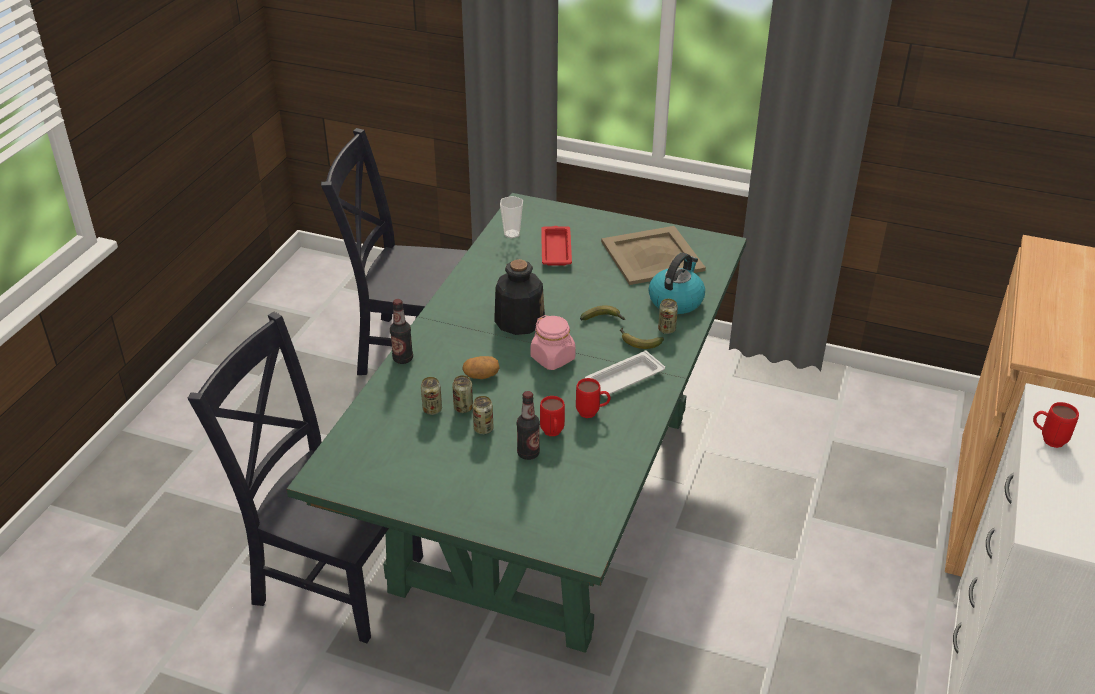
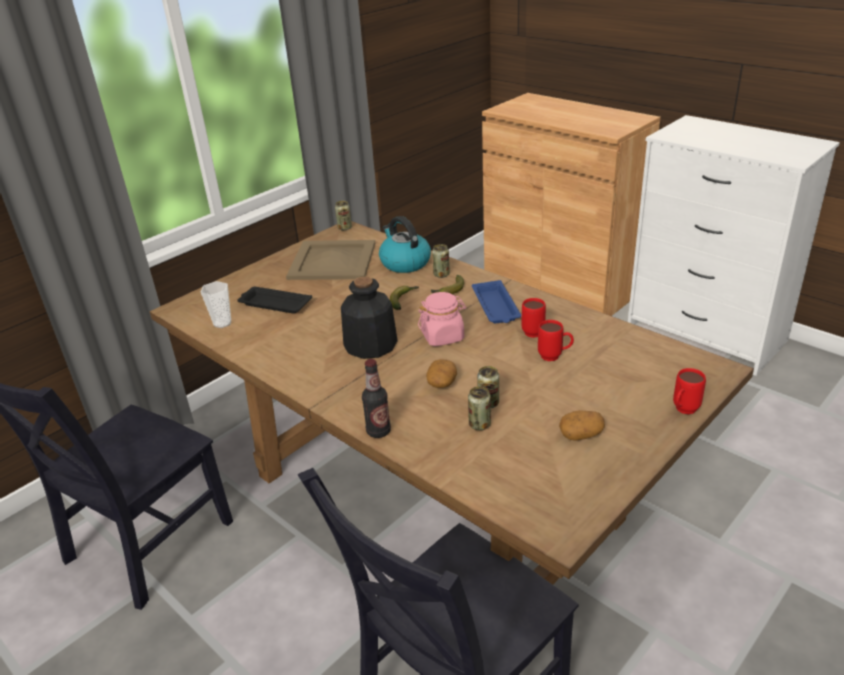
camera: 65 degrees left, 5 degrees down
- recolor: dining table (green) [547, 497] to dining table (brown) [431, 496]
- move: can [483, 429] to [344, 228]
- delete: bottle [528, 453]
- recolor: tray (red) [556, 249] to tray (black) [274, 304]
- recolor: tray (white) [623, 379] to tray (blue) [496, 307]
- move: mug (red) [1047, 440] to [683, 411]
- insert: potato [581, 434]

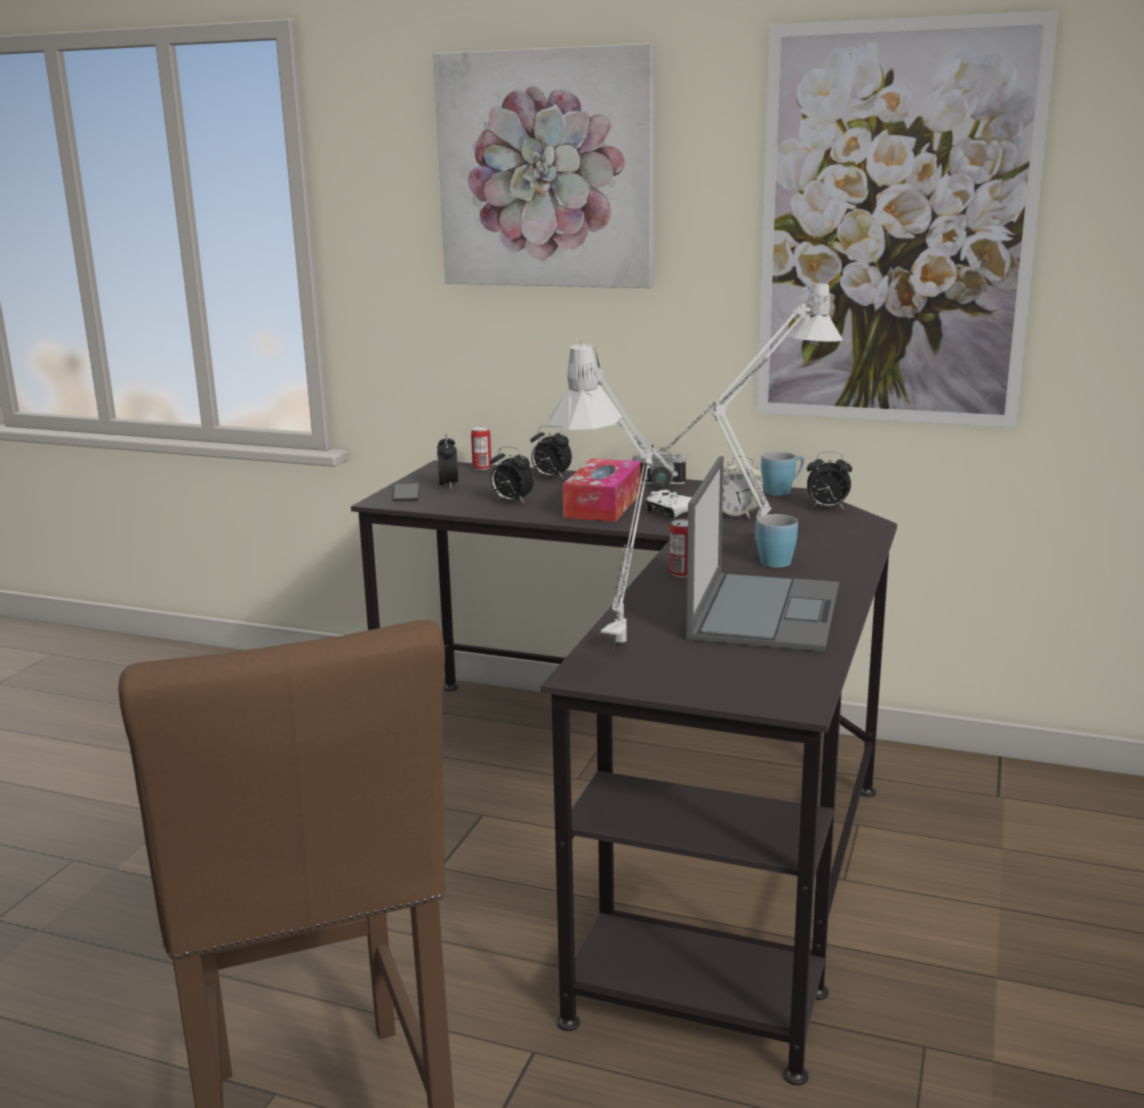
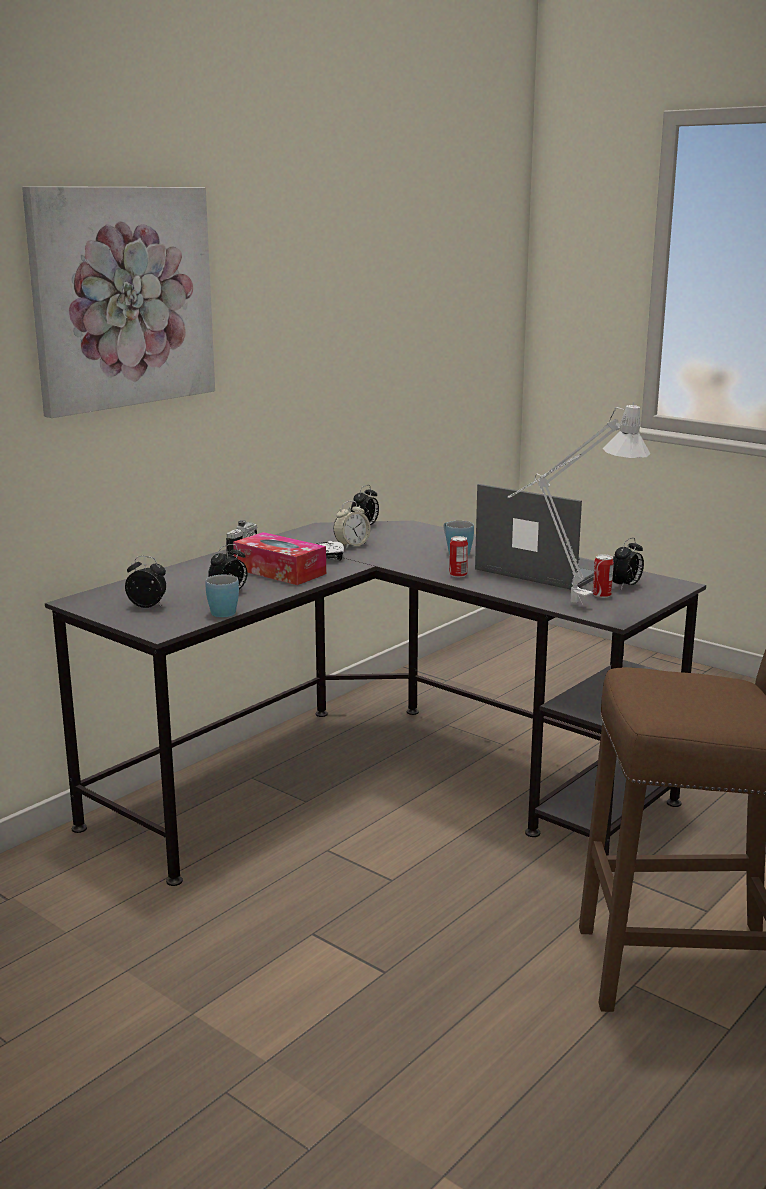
camera: 70 degrees left, 0 degrees up
- delete: phone [406, 493]
- move: can [482, 467] to [601, 595]
- move: alarm clock [550, 477] to [626, 586]
- delete: table lamp (grey) [749, 546]
- delete: picture [894, 229]
- move: mug (blue) [783, 491] to [223, 611]

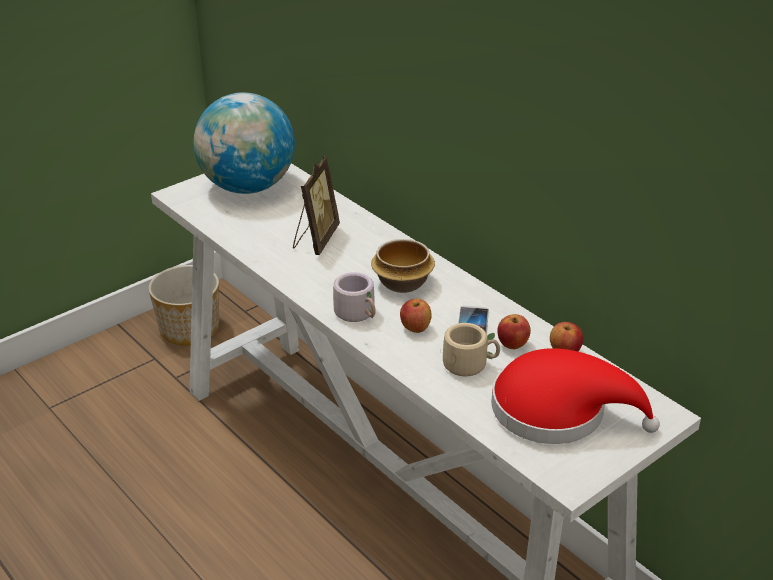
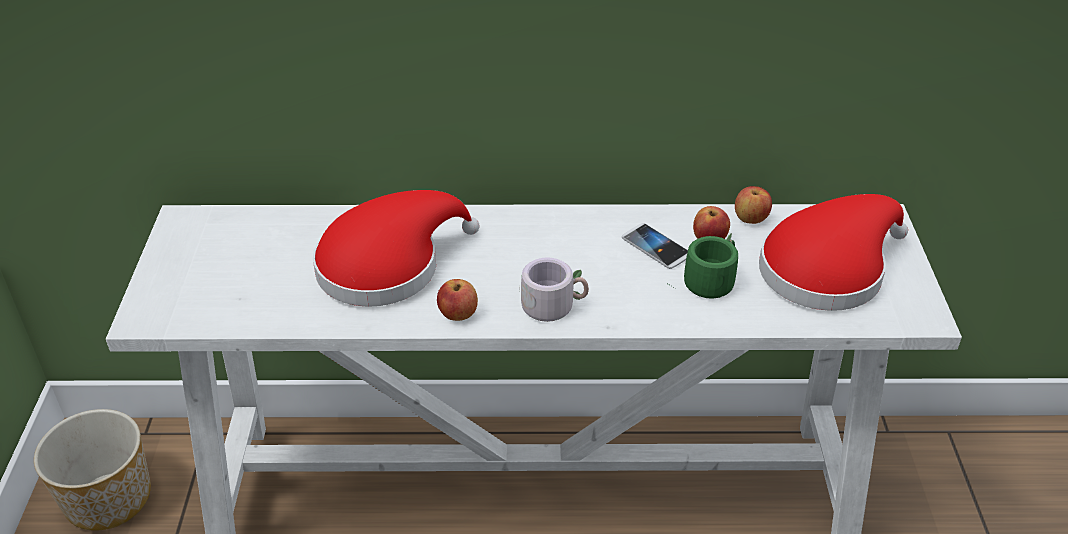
camera: 50 degrees left, 5 degrees up
- delete: globe [247, 187]
- replace: picture frame [315, 240] to hat (red) [387, 265]
- delete: bowl [401, 283]
- move: apple [415, 328] to [458, 315]
- recolor: mug (beige) [469, 363] to mug (green) [709, 280]

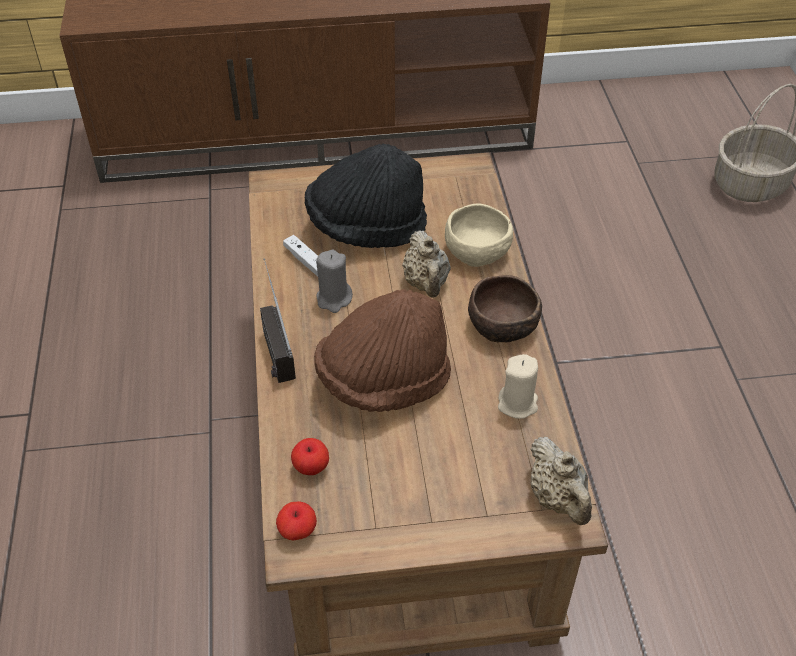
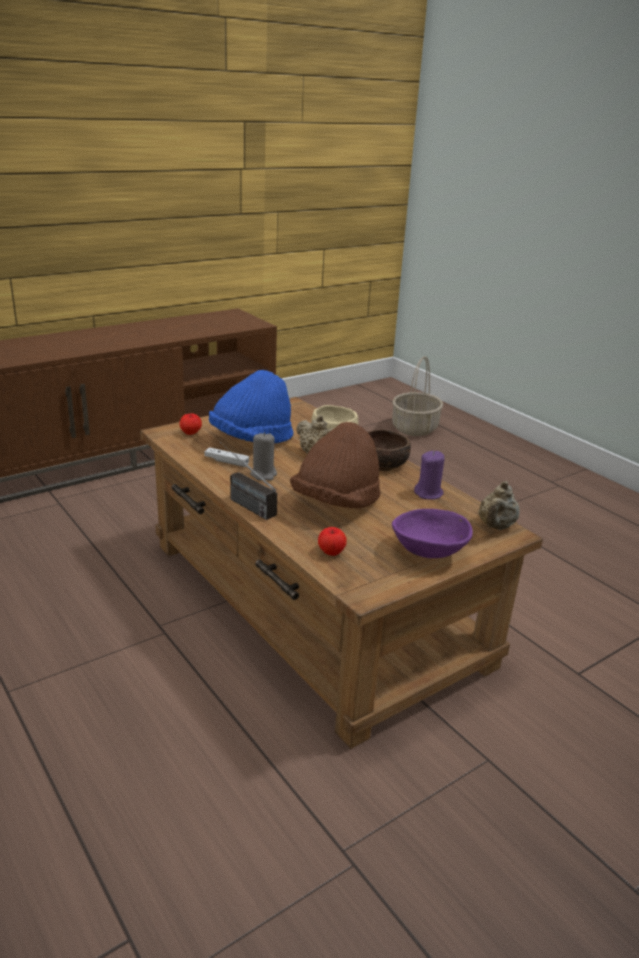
camera: 30 degrees left, 20 degrees down
- move: apple [297, 531] to [190, 433]
- recolor: hat (black) [366, 227] to hat (blue) [251, 439]
- recolor: candle (beige) [518, 404] to candle (purple) [428, 493]
- rotate: teapot (beige) [558, 499] = [496, 526] 75 degrees clockwise
- insert: bowl (purple) [428, 552]

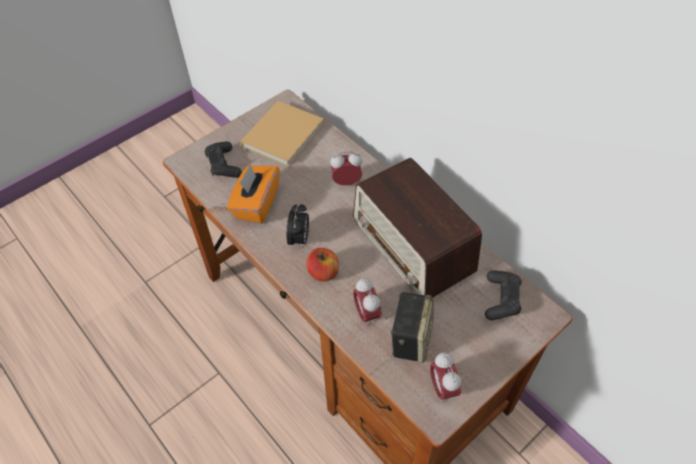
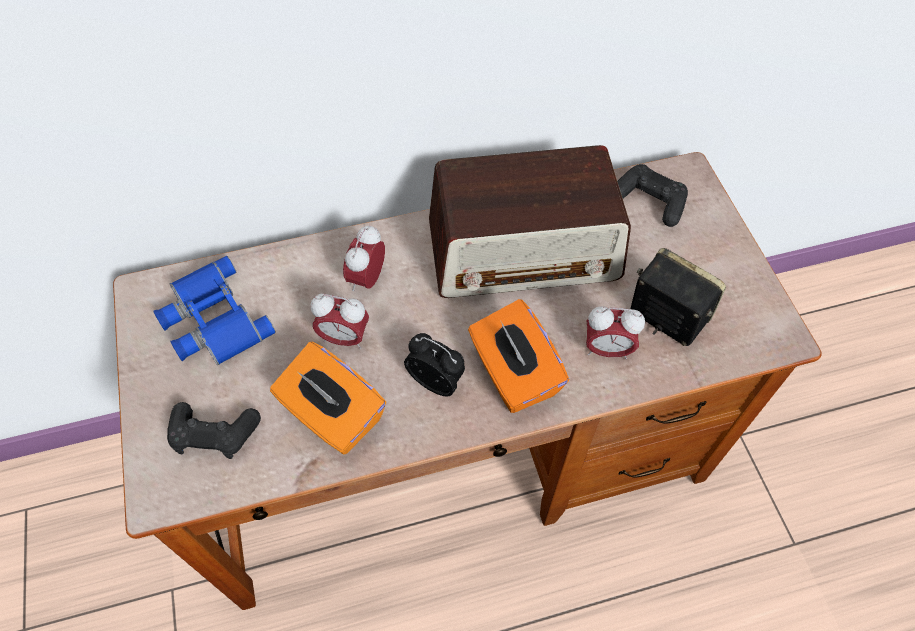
camera: 65 degrees left, 5 degrees up
- replace: book (beige) [284, 134] to binoculars (blue) [212, 320]
- replace: apple [323, 272] to tissue box (orange) [513, 374]
- move: alarm clock [442, 388] to [344, 338]

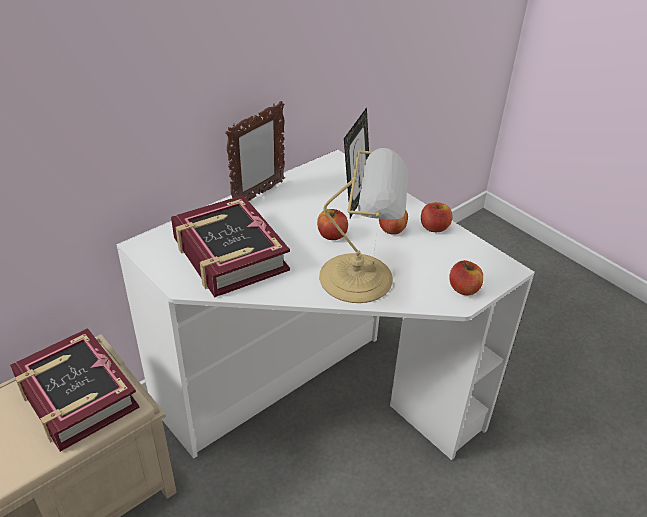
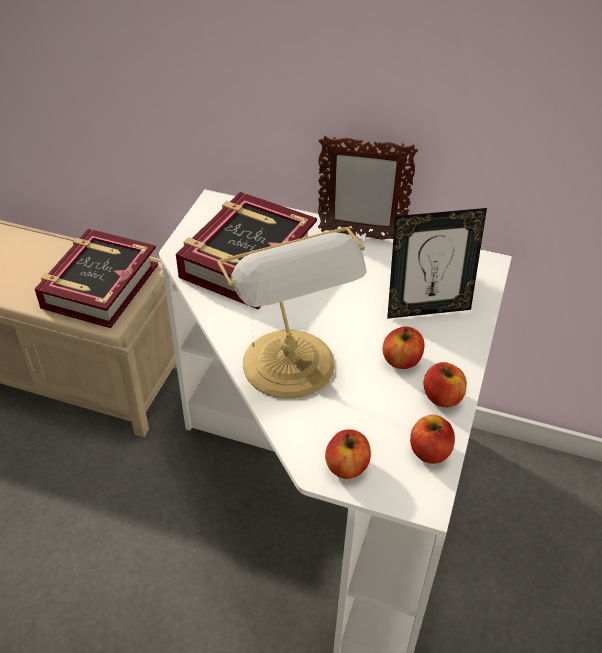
camera: 60 degrees right, 5 degrees up
- move: apple [331, 235] to [429, 451]

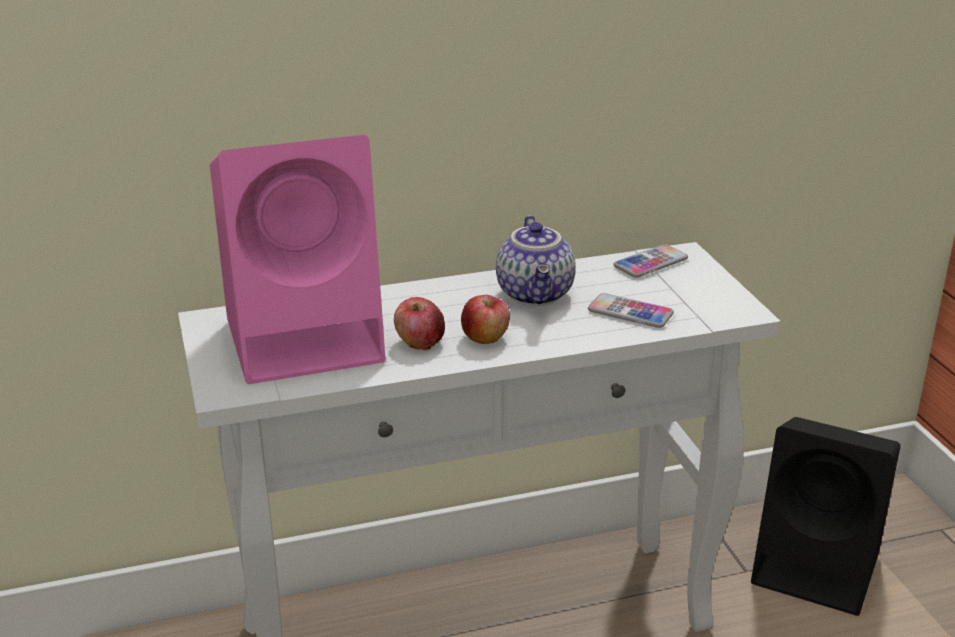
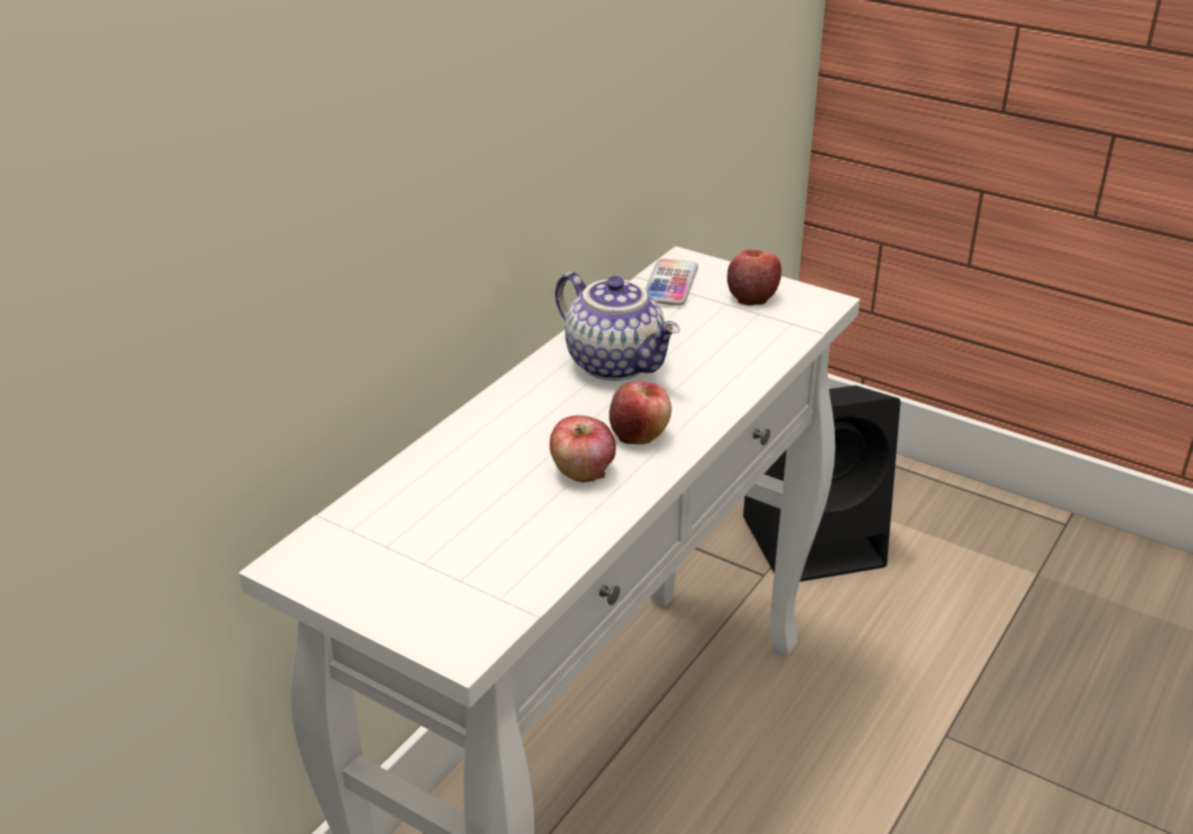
camera: 40 degrees left, 5 degrees up
- delete: speaker (pink) [308, 339]
- delete: phone [630, 312]
- insert: apple [752, 295]

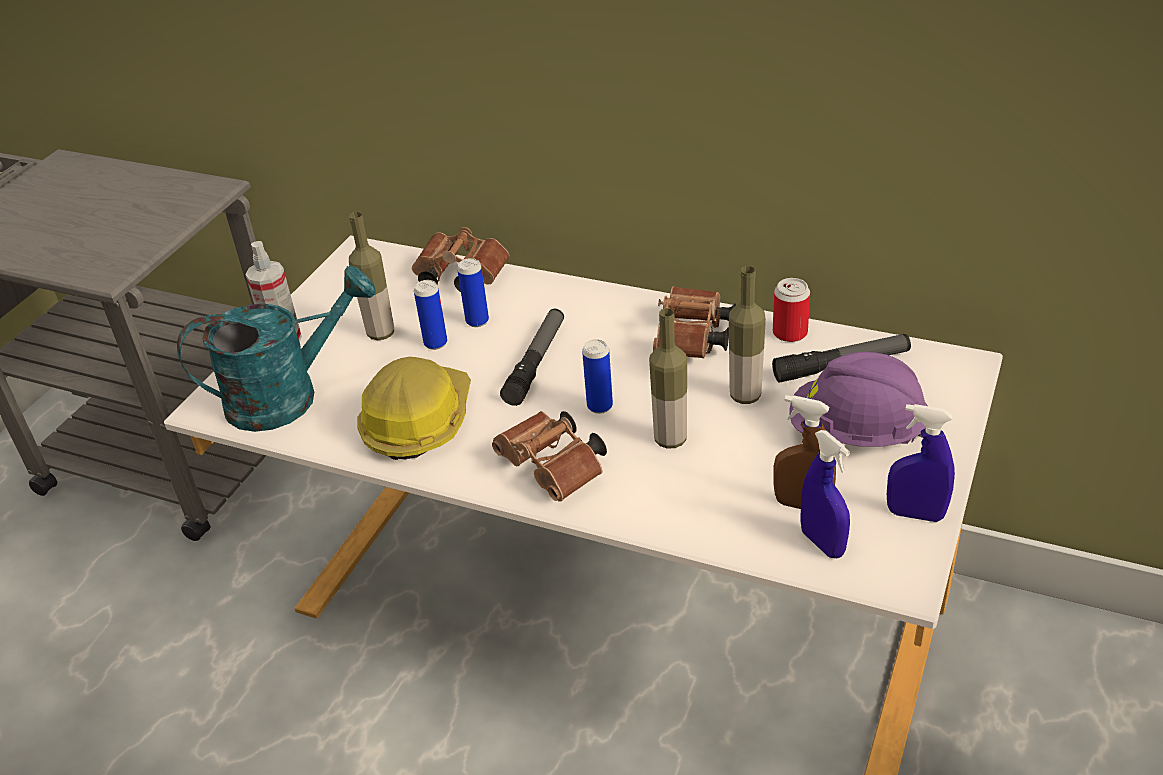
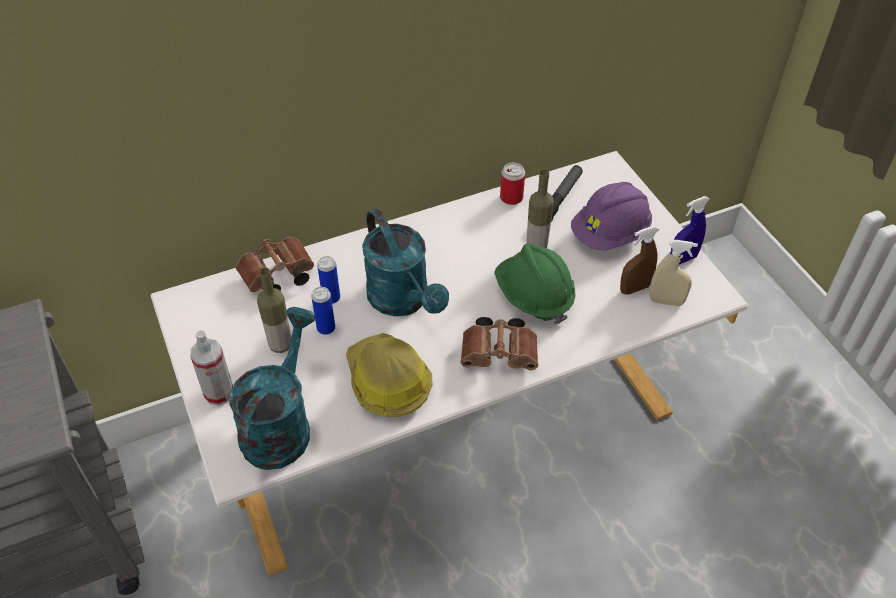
camera: 50 degrees left, 10 degrees up
- replace: flashlight [536, 363] to watering can (turquoise) [404, 301]
- delete: can [600, 406]
- replace: bottle [670, 439] to hard hat (green) [533, 297]
- delete: binoculars (brown) [693, 340]
- recolor: spray bottle (blue) [822, 543] to spray bottle (beige) [666, 301]

